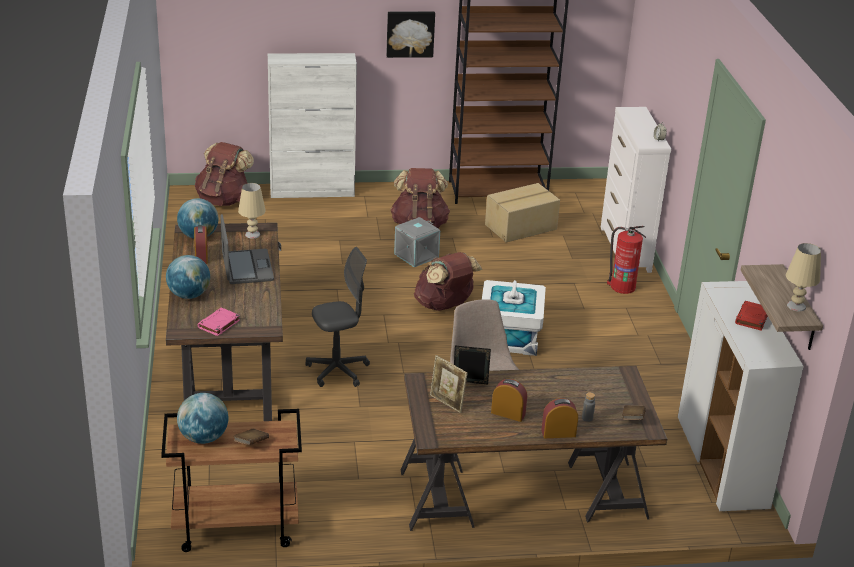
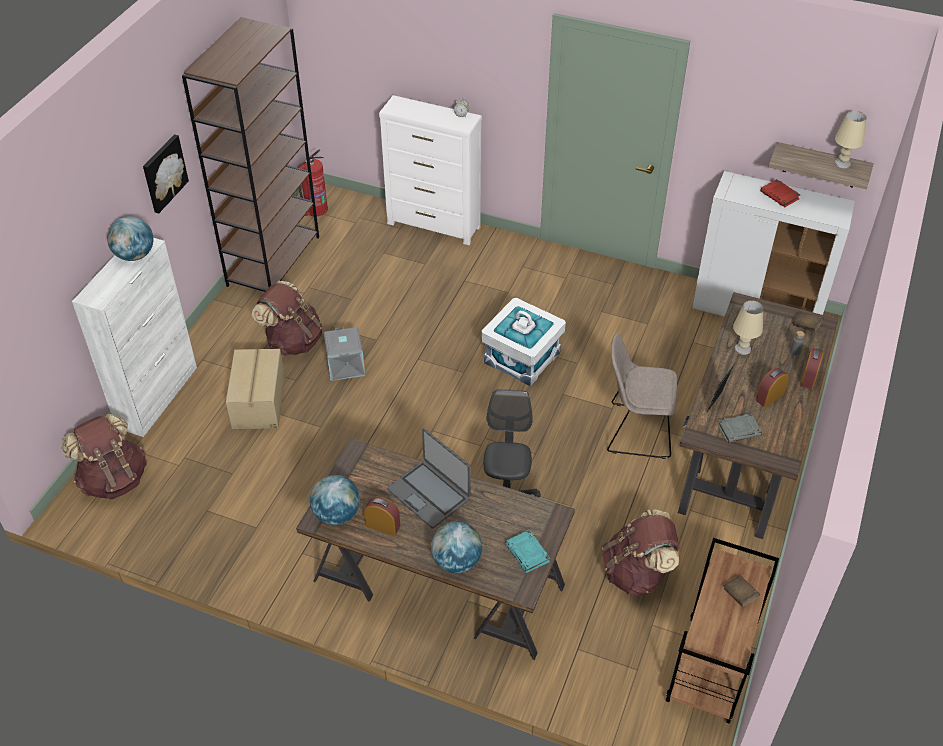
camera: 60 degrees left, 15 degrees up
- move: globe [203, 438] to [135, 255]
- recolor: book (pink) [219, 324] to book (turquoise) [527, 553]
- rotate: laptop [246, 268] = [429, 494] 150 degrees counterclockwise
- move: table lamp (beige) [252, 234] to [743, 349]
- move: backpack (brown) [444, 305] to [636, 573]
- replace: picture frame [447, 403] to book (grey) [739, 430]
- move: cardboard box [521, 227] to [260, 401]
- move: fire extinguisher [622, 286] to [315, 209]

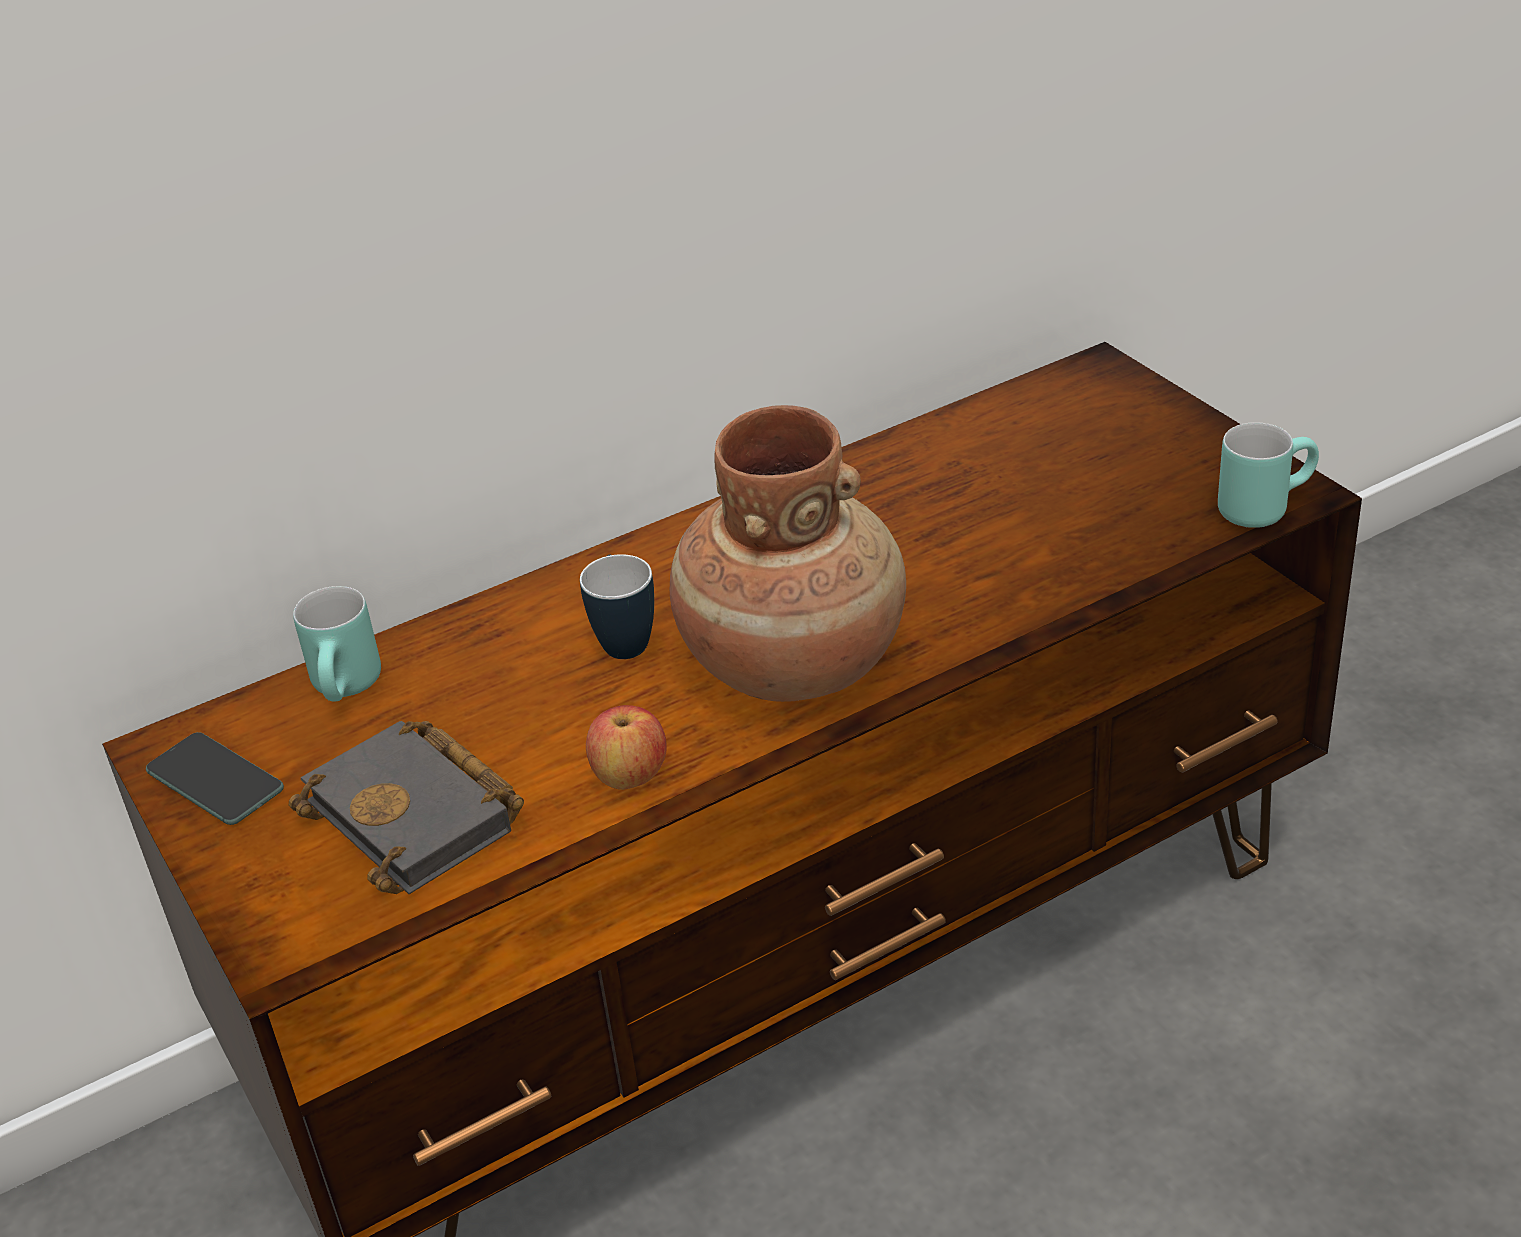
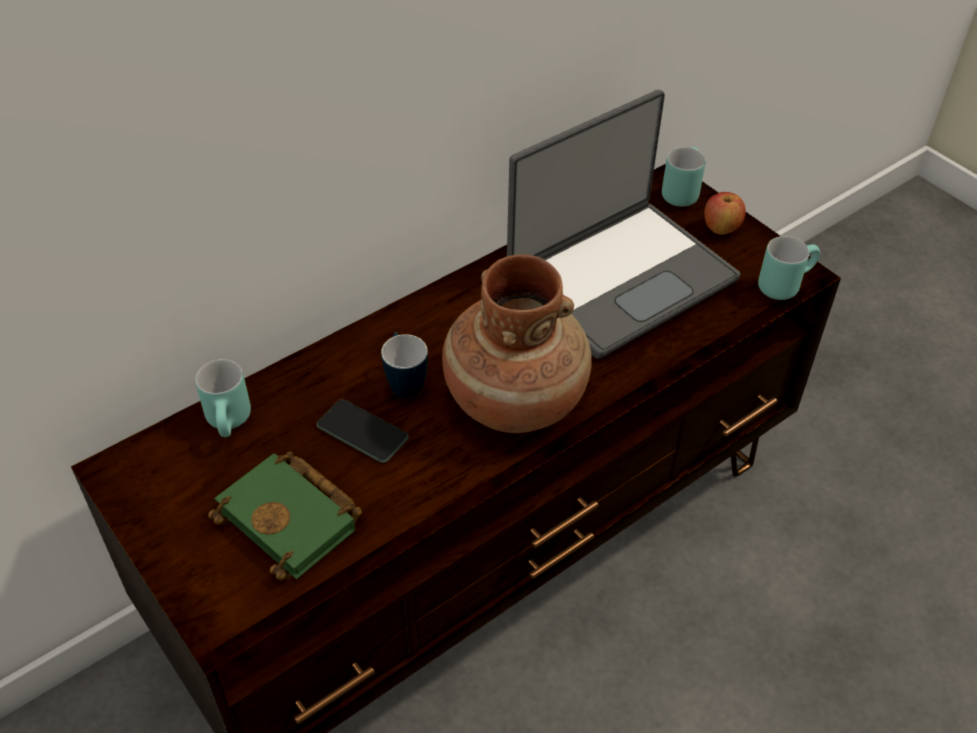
camera: 10 degrees left, 10 degrees up
- move: phone [215, 780] to [362, 432]
- recolor: book (black) [420, 817] to book (green) [293, 520]
- move: apple [630, 776] to [720, 228]
- insert: laptop [619, 277]
- insert: mug (turquoise) [679, 191]

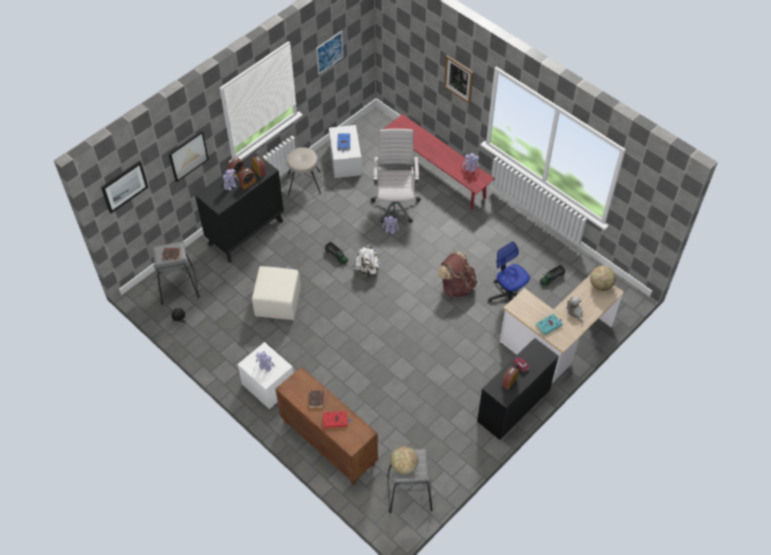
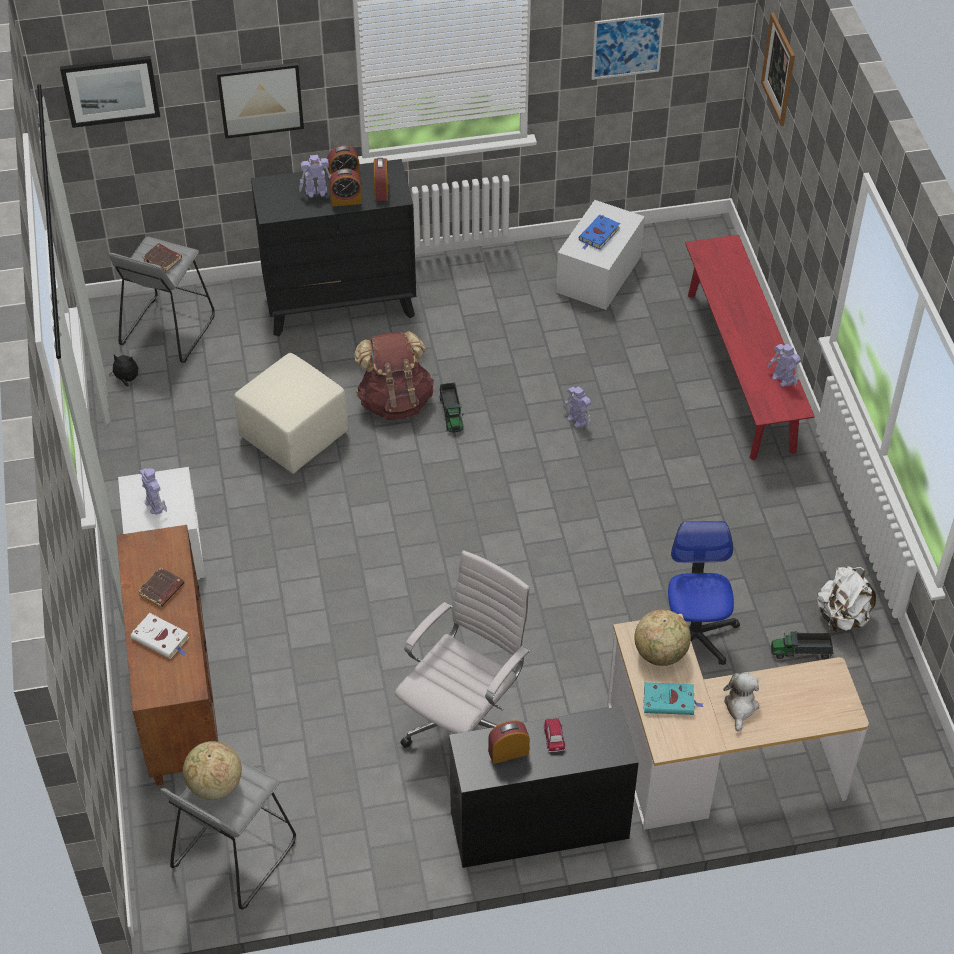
camera: 35 degrees right, 5 degrees down
- delete: stool (beige) [304, 183]
- recolor: book (red) [336, 420] to book (white) [161, 639]
- move: backpack (white) [367, 269] to [842, 617]
- move: office chair (white) [395, 204] to [464, 724]
- move: backpack (brown) [457, 286] to [395, 401]
- move: picture [458, 79] to [778, 69]
- move: globe [601, 285] to [660, 653]

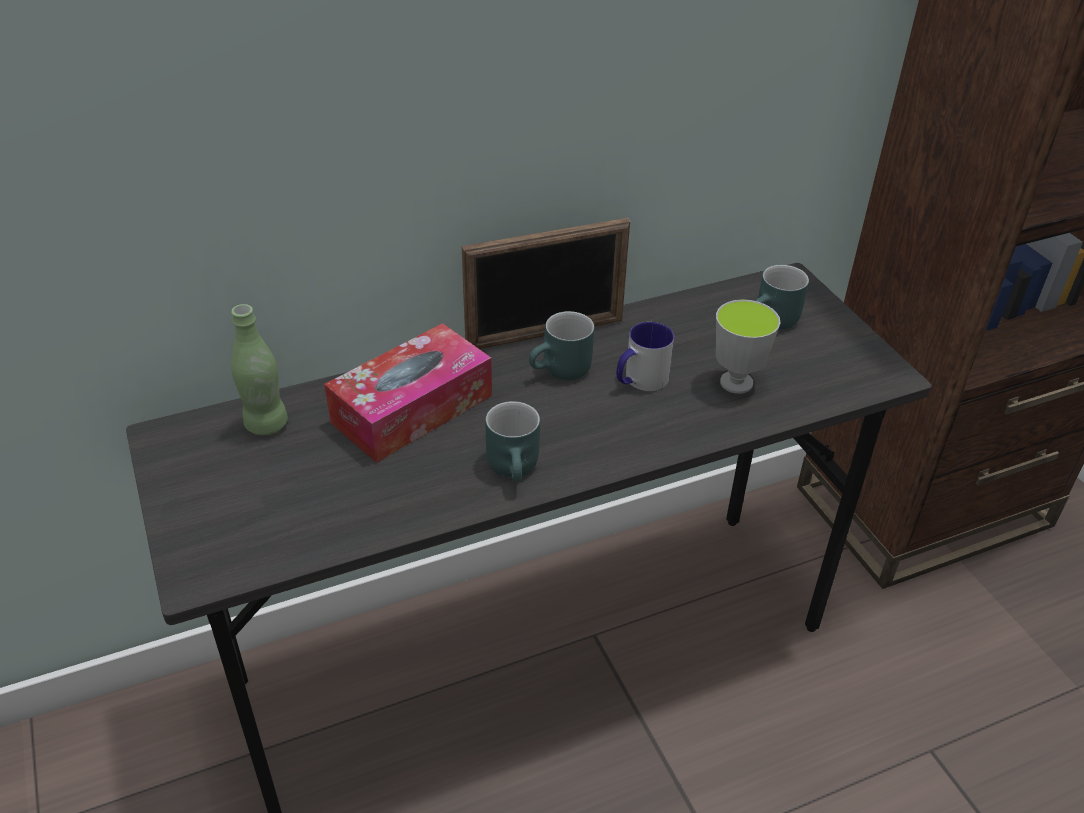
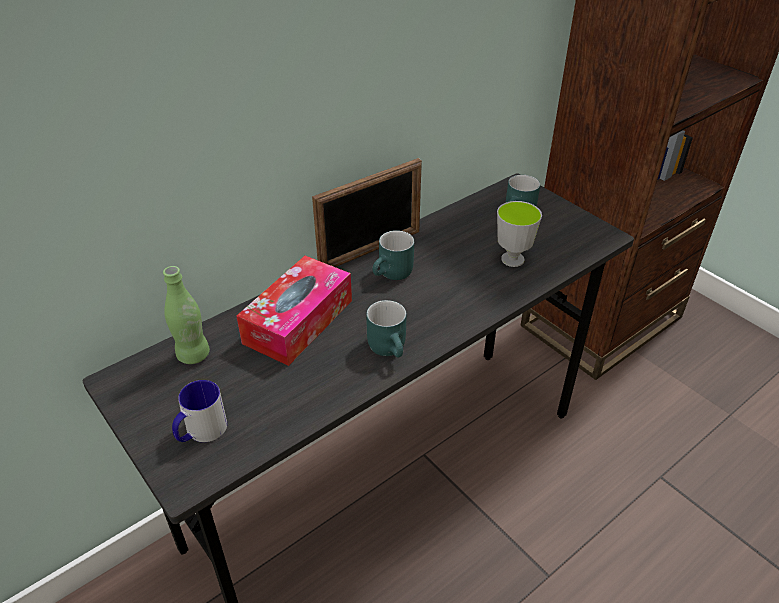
camera: 15 degrees left, 0 degrees up
- move: mug [640, 381] to [201, 432]

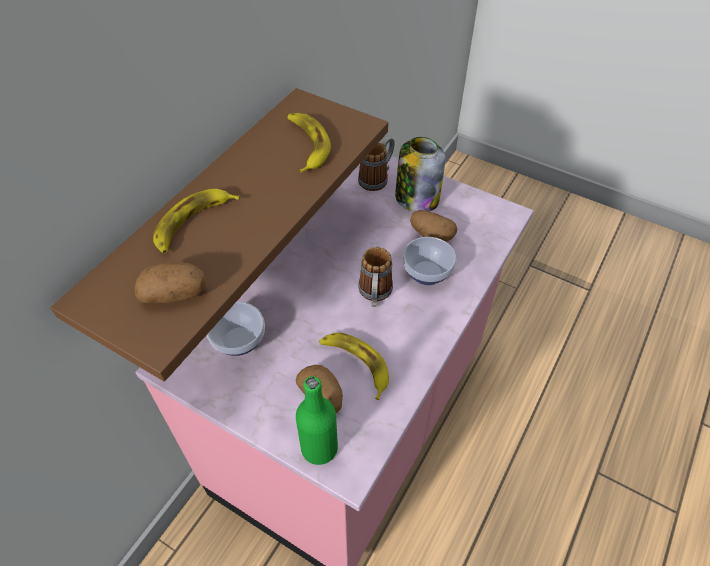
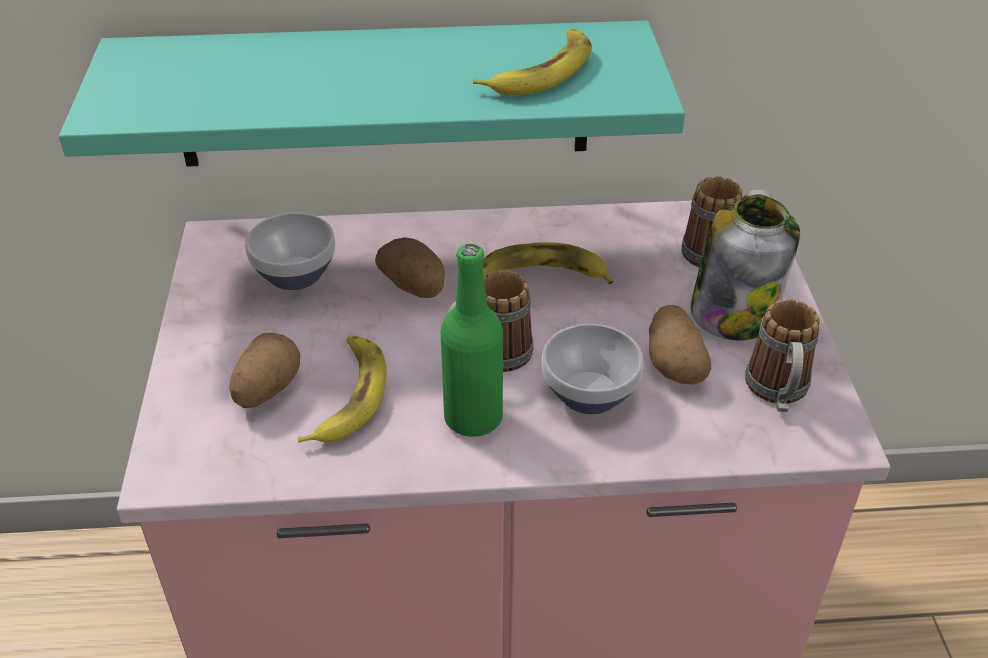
camera: 55 degrees right, 10 degrees down
- recolor: shelf (brown) [202, 215] to shelf (turquoise) [383, 95]
- move: potato [175, 294] to [414, 286]
- move: banana [193, 223] to [542, 274]
- move: bottle (green) [319, 448] to [473, 418]
- insert: mug [777, 394]

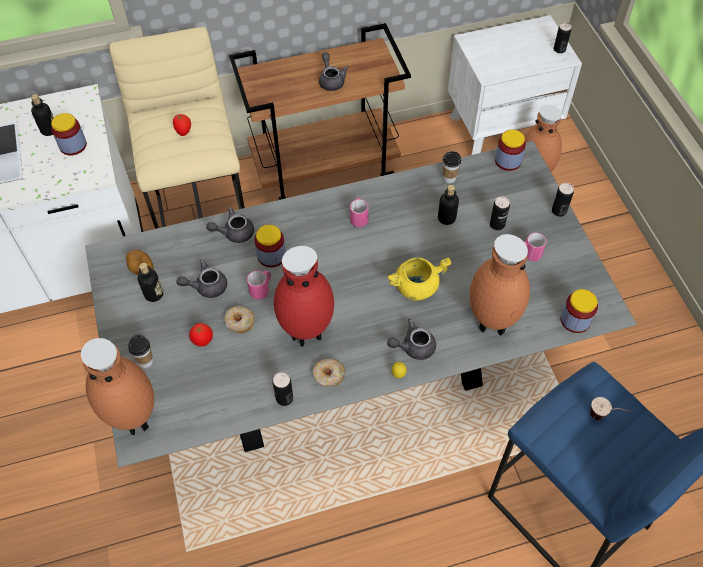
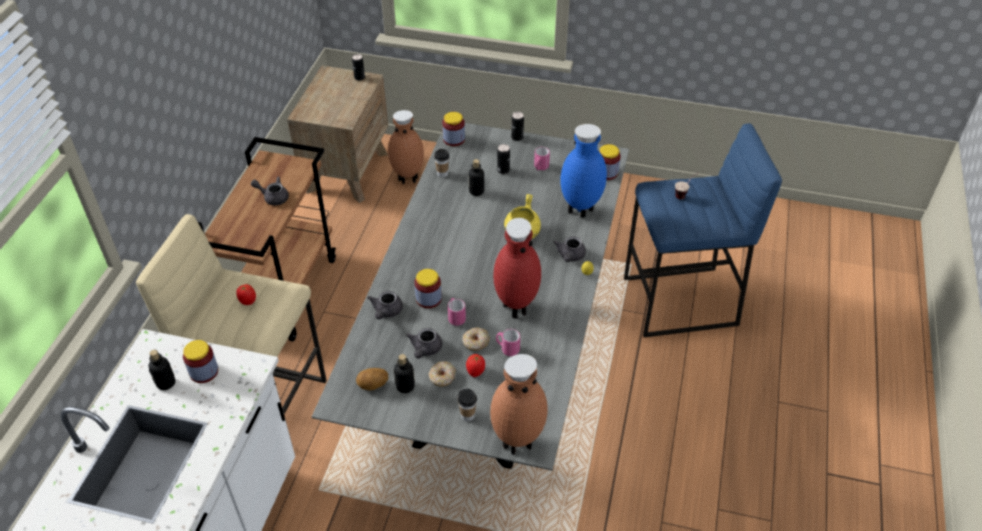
camera: 60 degrees left, 10 degrees down
- delete: can [284, 398]
- move: donut [328, 375] to [442, 377]
- move: mug (pink) [358, 218] to [507, 349]
- recolor: nightstand (white) [501, 128] to nightstand (brown) [347, 171]
- recolor: vase (brown) [490, 324] to vase (blue) [580, 211]

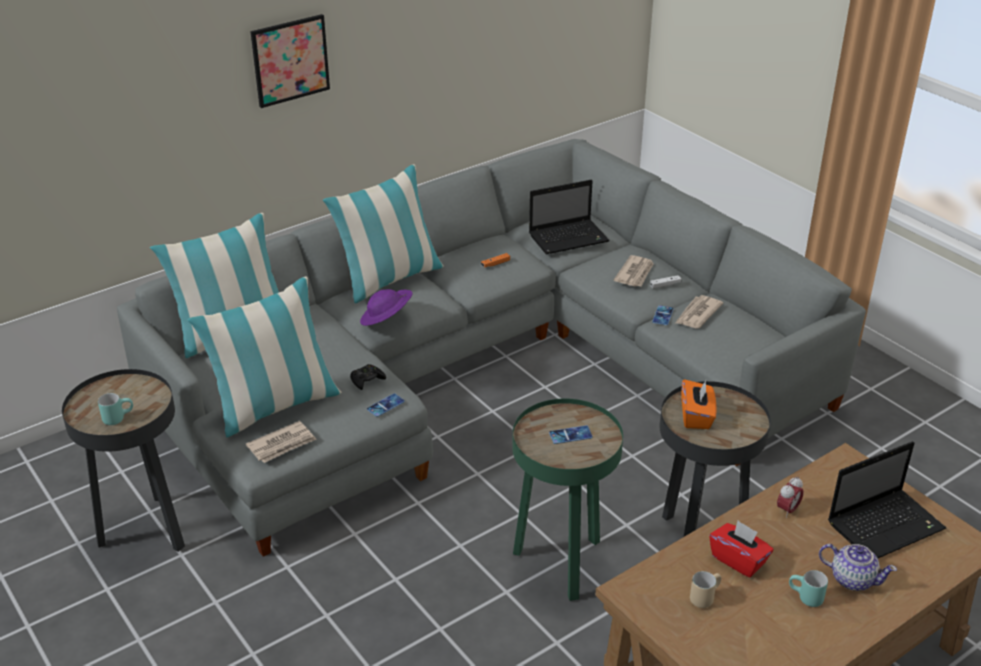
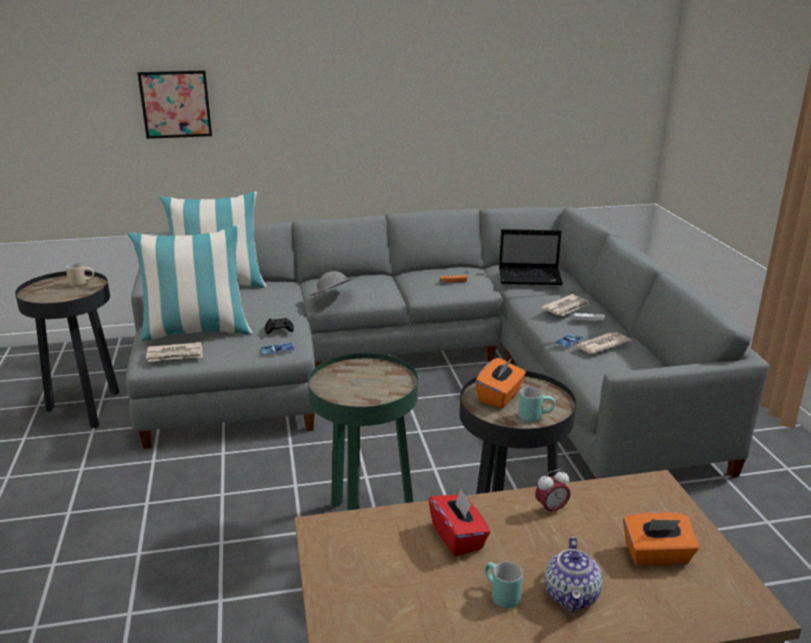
camera: 25 degrees right, 10 degrees down
- move: mug (turquoise) [118, 418] to [535, 416]
- move: picture [290, 60] to [175, 104]
- delete: pillow [389, 279]
- recolor: hat (purple) [386, 320] to hat (grey) [333, 298]
- delete: phone [570, 435]
- move: mug (beige) [704, 597] to [82, 284]
- rotate: teapot [852, 579] = [571, 595] 45 degrees clockwise
- replace: laptop [886, 525] to tissue box (orange) [656, 556]

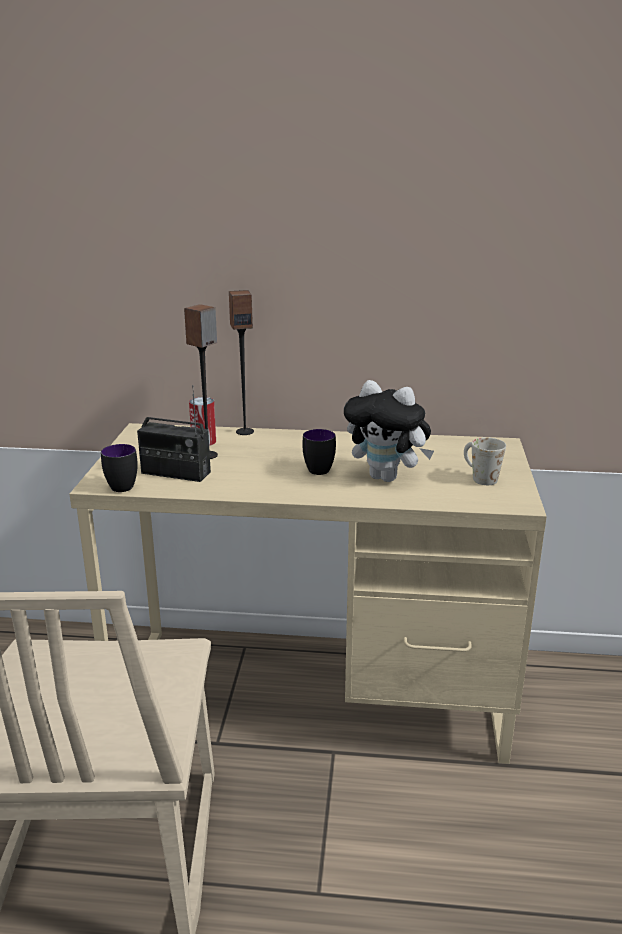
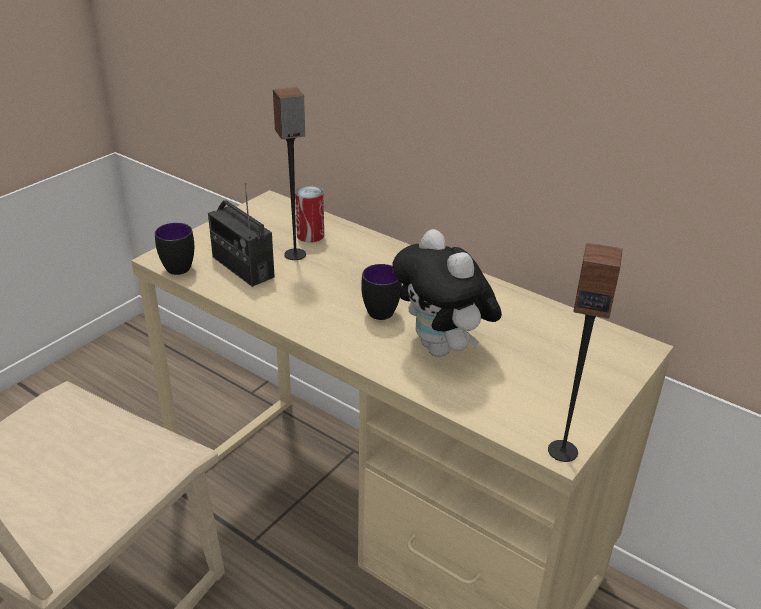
camera: 30 degrees right, 10 degrees up
- move: speaker [245, 431] to [563, 450]
- delete: mug (white) [479, 477]

